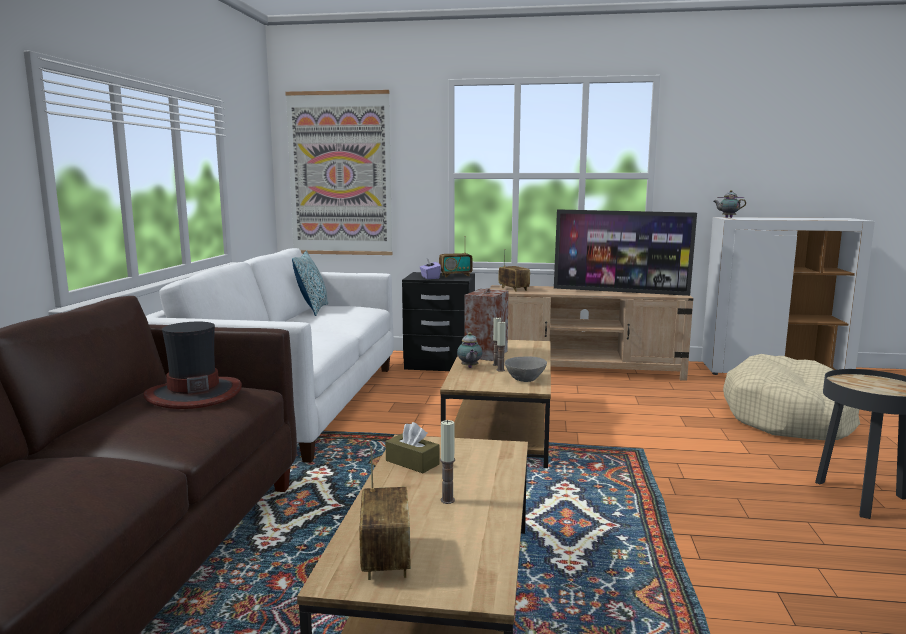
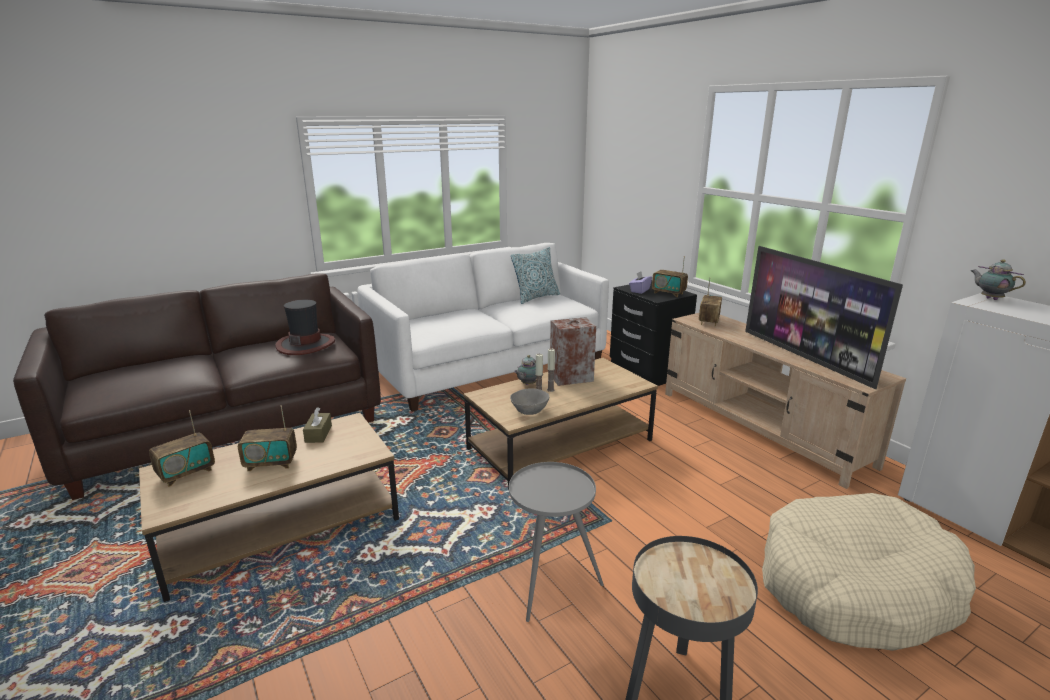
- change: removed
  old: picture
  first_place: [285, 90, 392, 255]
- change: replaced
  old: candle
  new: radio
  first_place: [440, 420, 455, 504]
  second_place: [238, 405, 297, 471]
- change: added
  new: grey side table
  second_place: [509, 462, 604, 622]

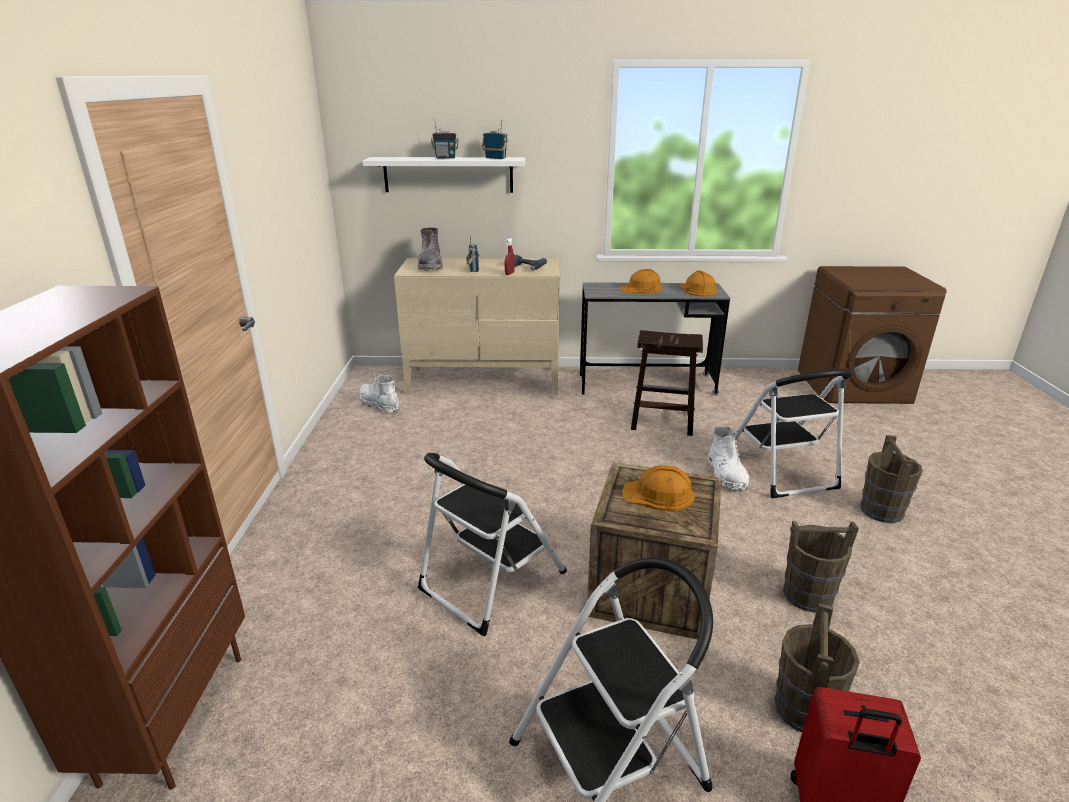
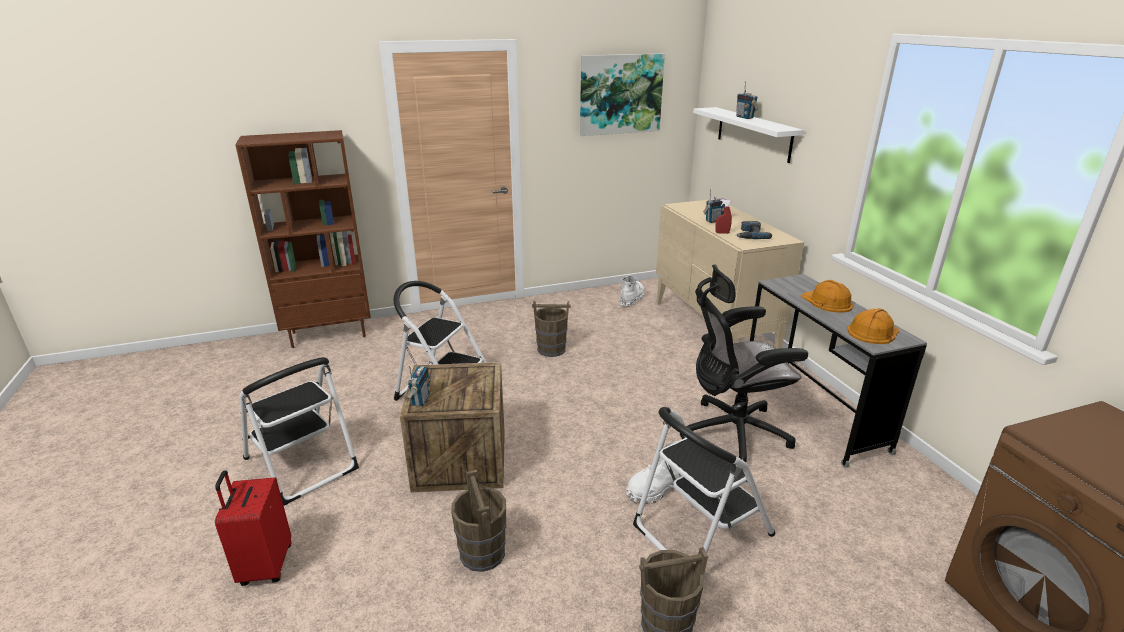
- change: moved
  old: radio
  first_place: [482, 121, 508, 159]
  second_place: [406, 365, 431, 406]
- change: removed
  old: grey boot
  first_place: [418, 228, 443, 271]
- change: replaced
  old: brown stool
  new: office chair
  first_place: [631, 330, 703, 436]
  second_place: [680, 264, 808, 463]
- change: removed
  old: orange hard hat
  first_place: [622, 465, 695, 512]
- change: moved
  old: brown bucket
  first_place: [774, 604, 860, 732]
  second_place: [532, 301, 570, 357]
- change: added
  new: picture
  second_place: [580, 53, 665, 136]

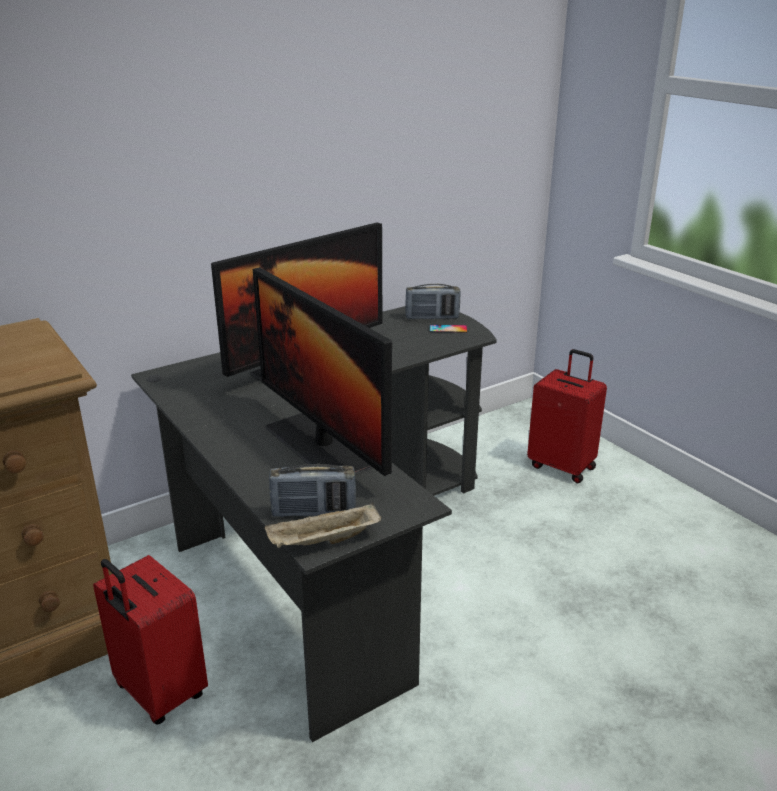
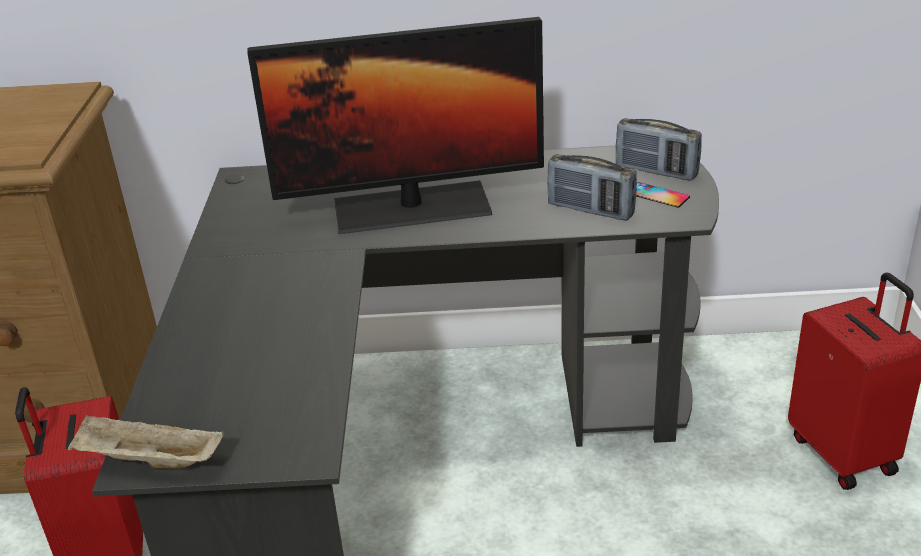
- change: removed
  old: monitor
  first_place: [253, 267, 392, 476]
- change: moved
  old: radio
  first_place: [269, 464, 356, 517]
  second_place: [547, 154, 637, 221]

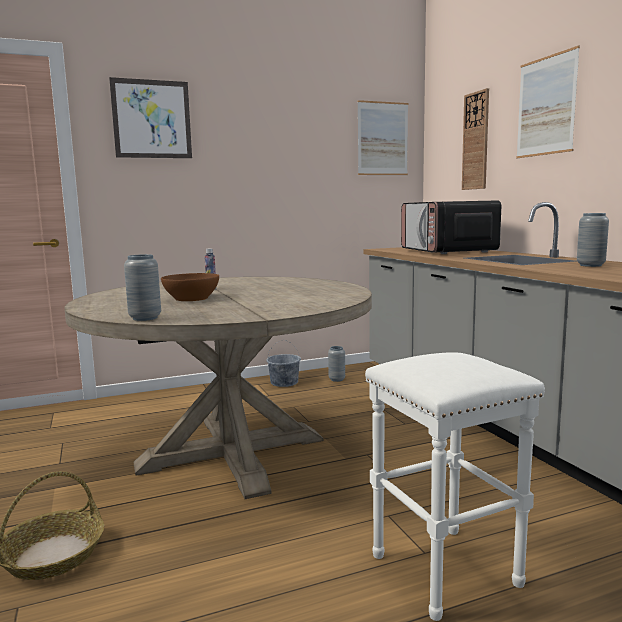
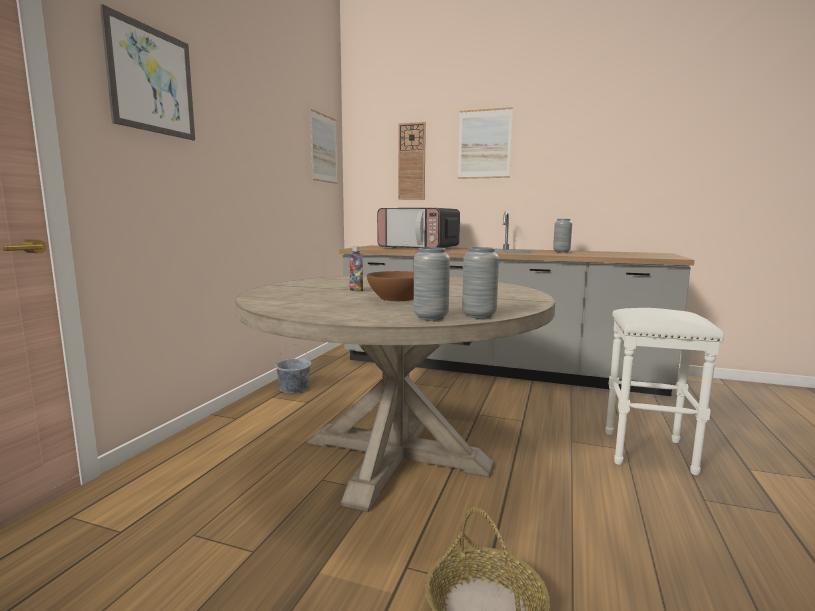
- change: moved
  old: grey vase
  first_place: [328, 346, 345, 382]
  second_place: [414, 247, 450, 320]

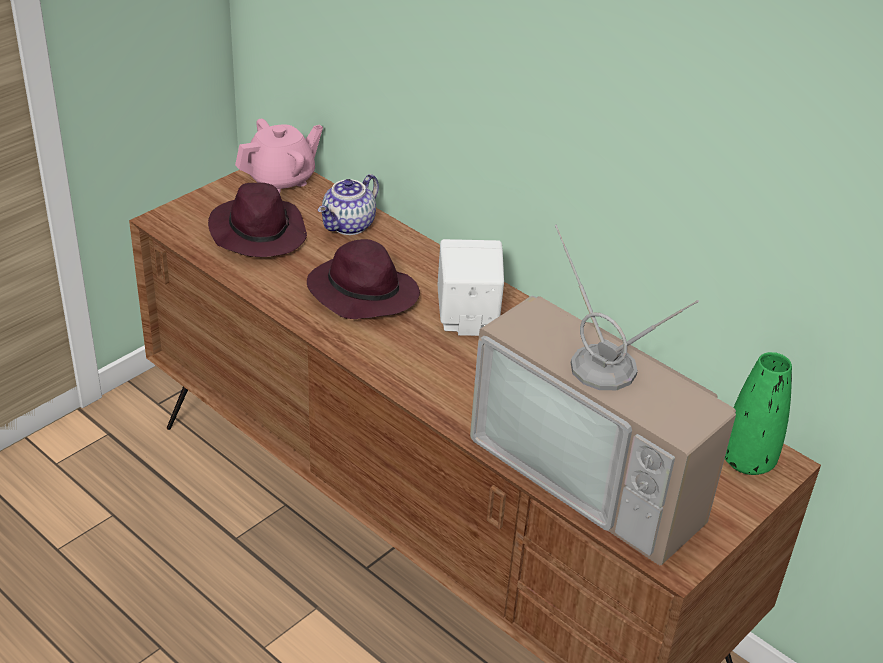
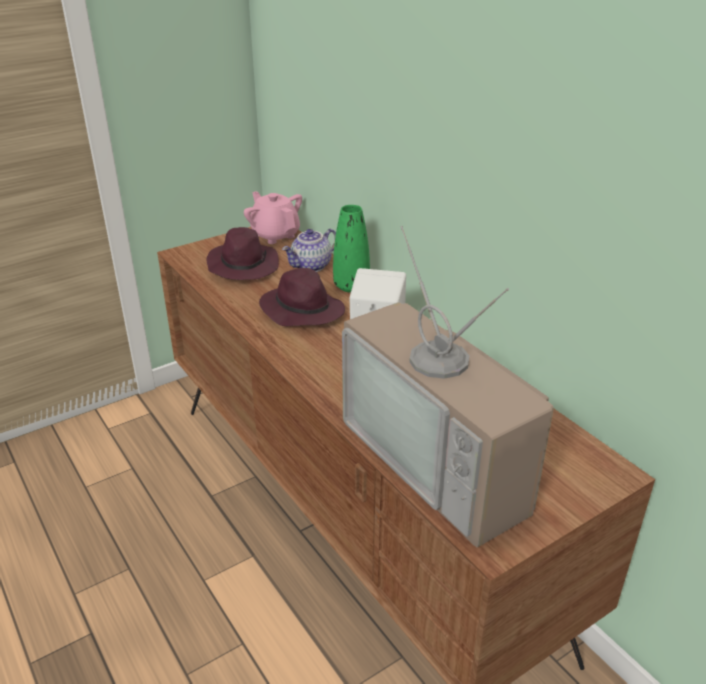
- change: turned
  old: pink teapot
  first_place: [235, 119, 323, 193]
  second_place: [244, 191, 302, 244]
  degrees: -105
- change: moved
  old: green vase
  first_place: [725, 352, 792, 475]
  second_place: [333, 205, 370, 293]

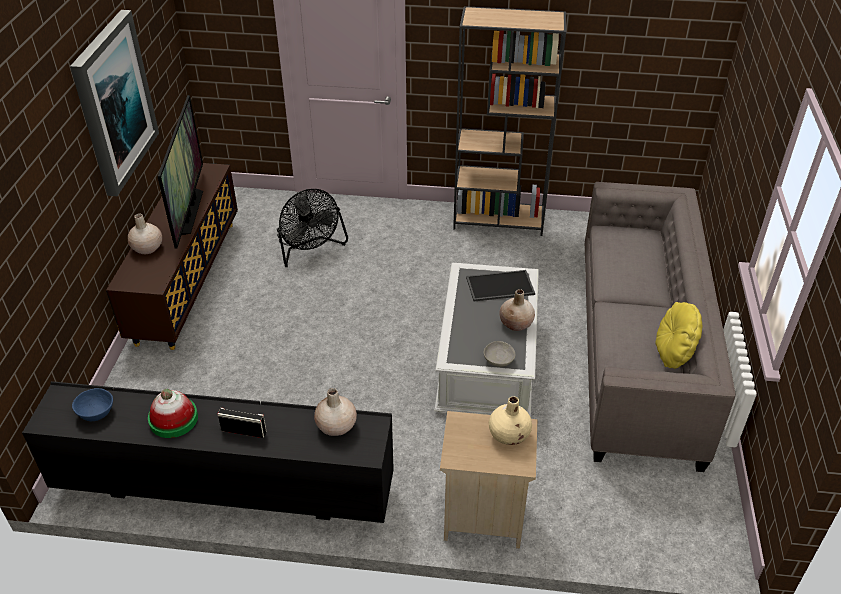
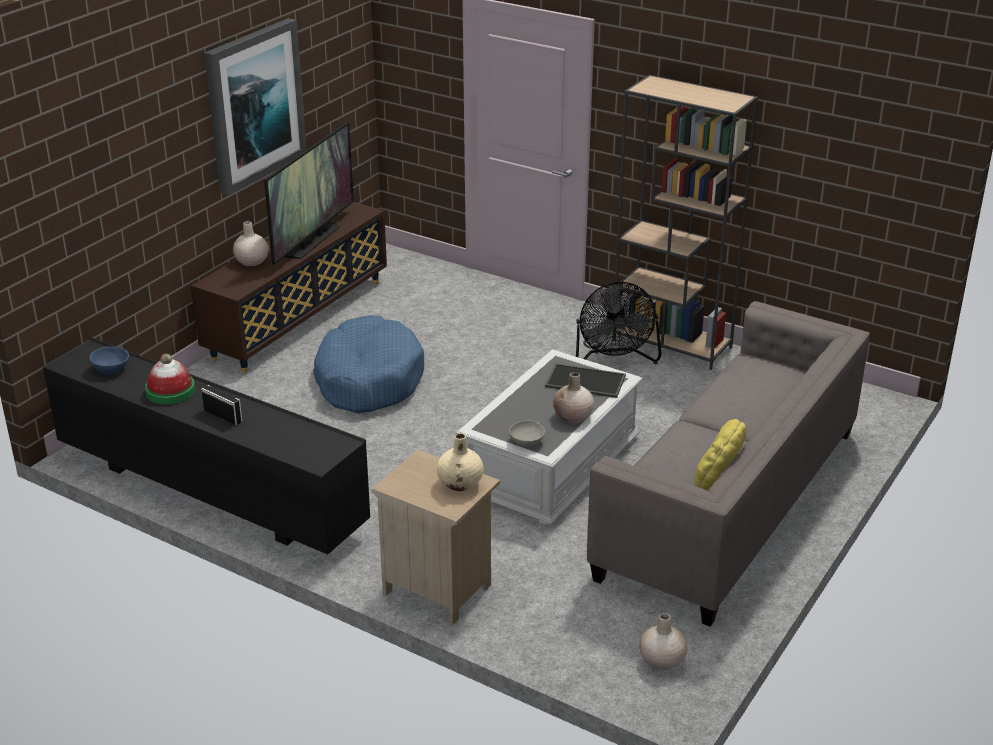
- change: moved
  old: black fan
  first_place: [277, 189, 348, 267]
  second_place: [576, 282, 661, 364]
- change: moved
  old: beige vase
  first_place: [314, 388, 357, 436]
  second_place: [639, 613, 687, 670]
- change: added
  new: blue dog bed
  second_place: [313, 315, 424, 413]

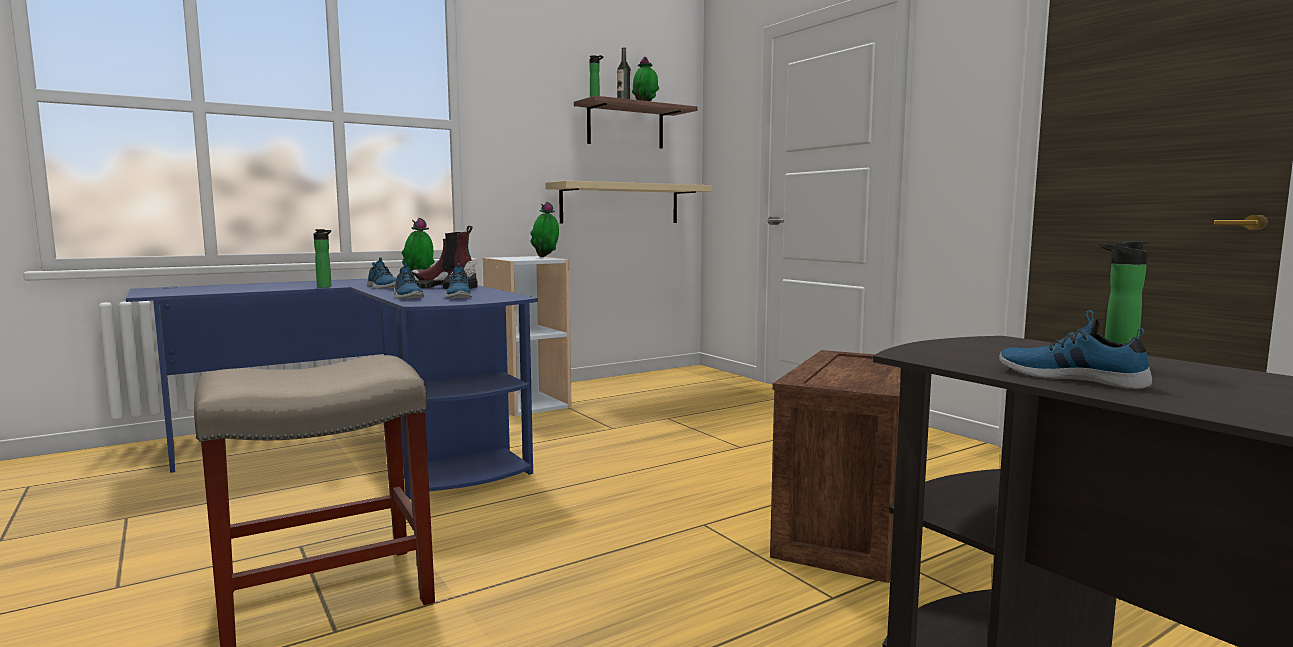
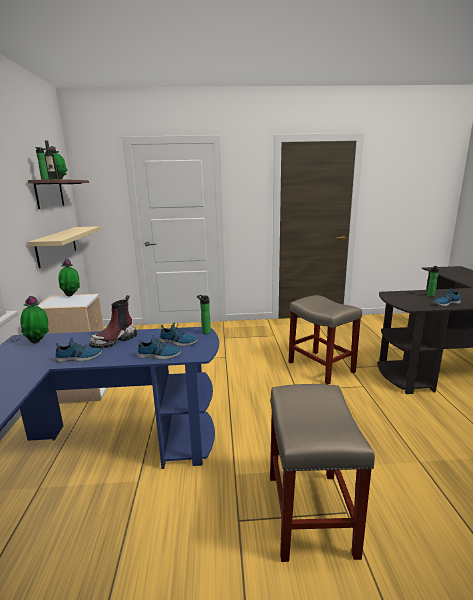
- change: moved
  old: bottle
  first_place: [313, 229, 331, 288]
  second_place: [197, 295, 211, 334]
- change: replaced
  old: crate
  new: beige stool
  first_place: [770, 350, 901, 583]
  second_place: [289, 295, 362, 384]

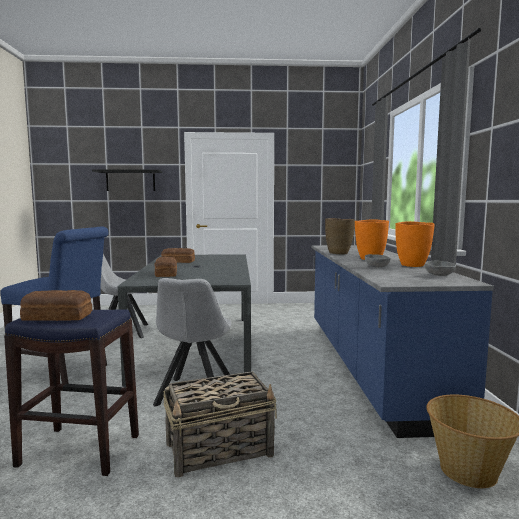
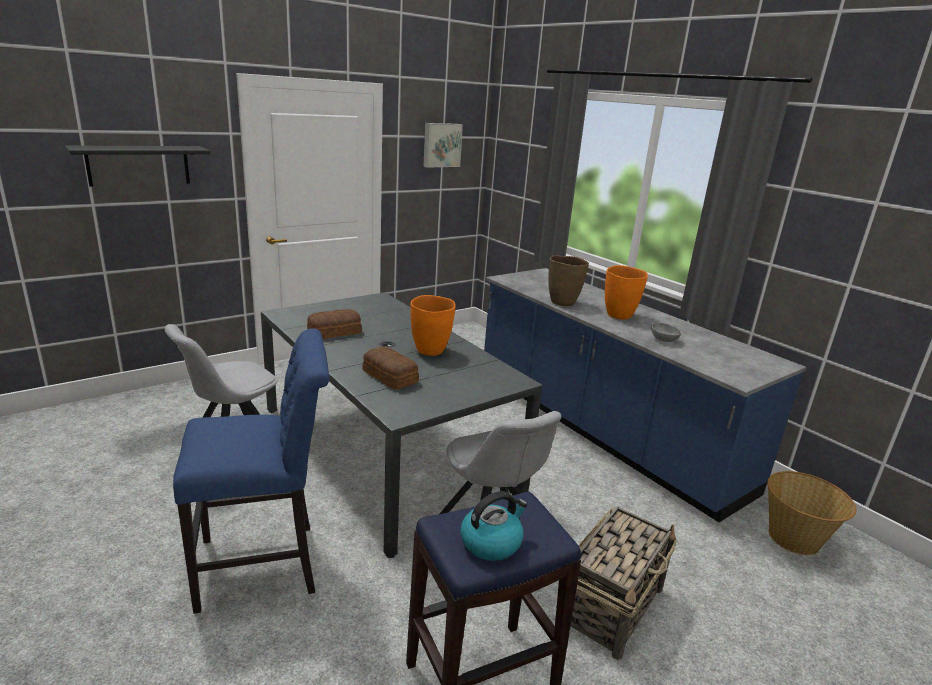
- change: moved
  old: orange vase
  first_place: [395, 221, 435, 267]
  second_place: [410, 295, 456, 356]
- change: removed
  old: grey bowl
  first_place: [425, 260, 456, 276]
- change: replaced
  old: bread
  new: kettle
  first_place: [20, 290, 92, 321]
  second_place: [461, 491, 527, 561]
- change: added
  new: picture
  second_place: [423, 123, 463, 168]

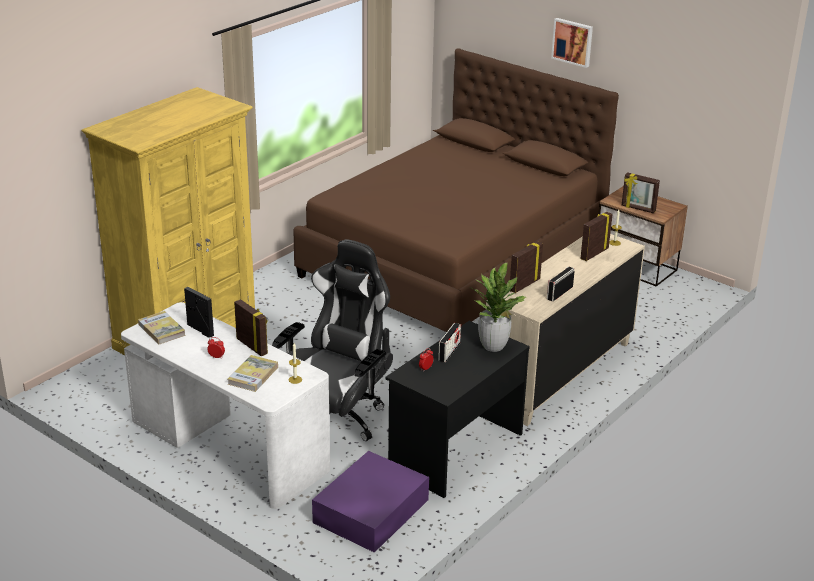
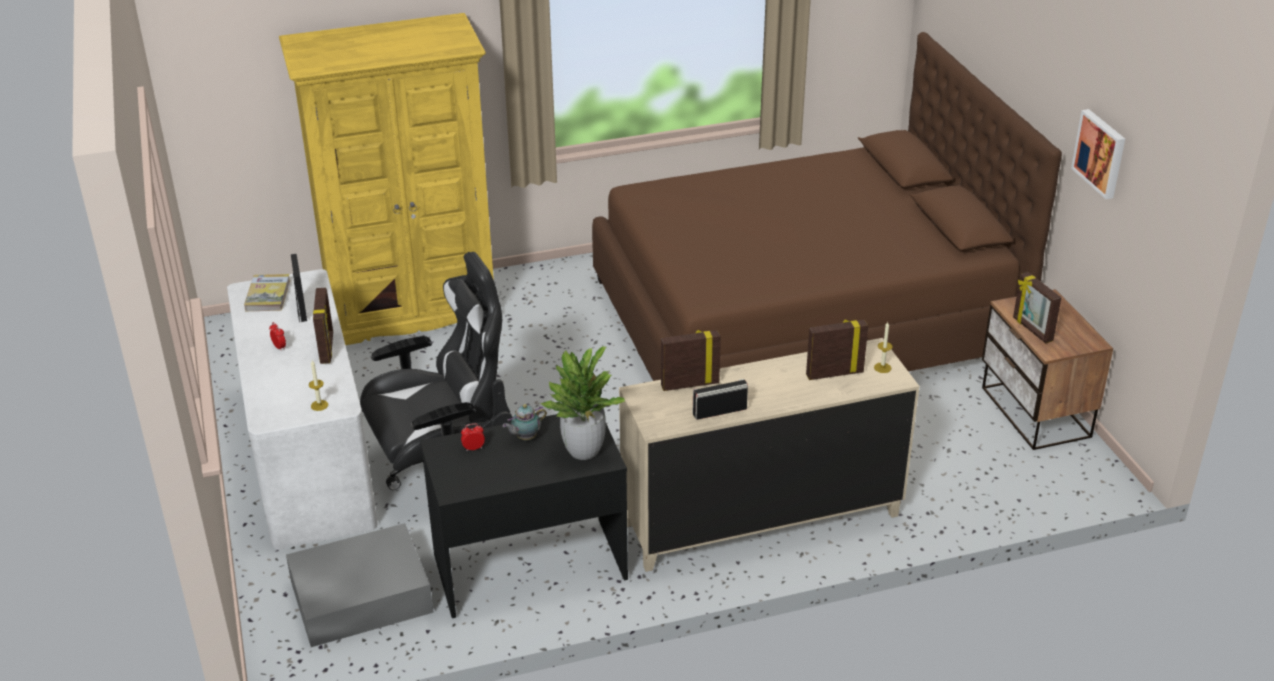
- change: moved
  old: picture
  first_place: [551, 18, 593, 68]
  second_place: [1071, 109, 1125, 199]
- change: replaced
  old: radio
  new: teapot
  first_place: [438, 323, 461, 362]
  second_place: [502, 404, 547, 440]
- change: removed
  old: book
  first_place: [228, 355, 278, 392]
- change: recoloured
  old: purple storage box
  new: grey storage box
  first_place: [312, 451, 429, 553]
  second_place: [286, 523, 434, 647]

